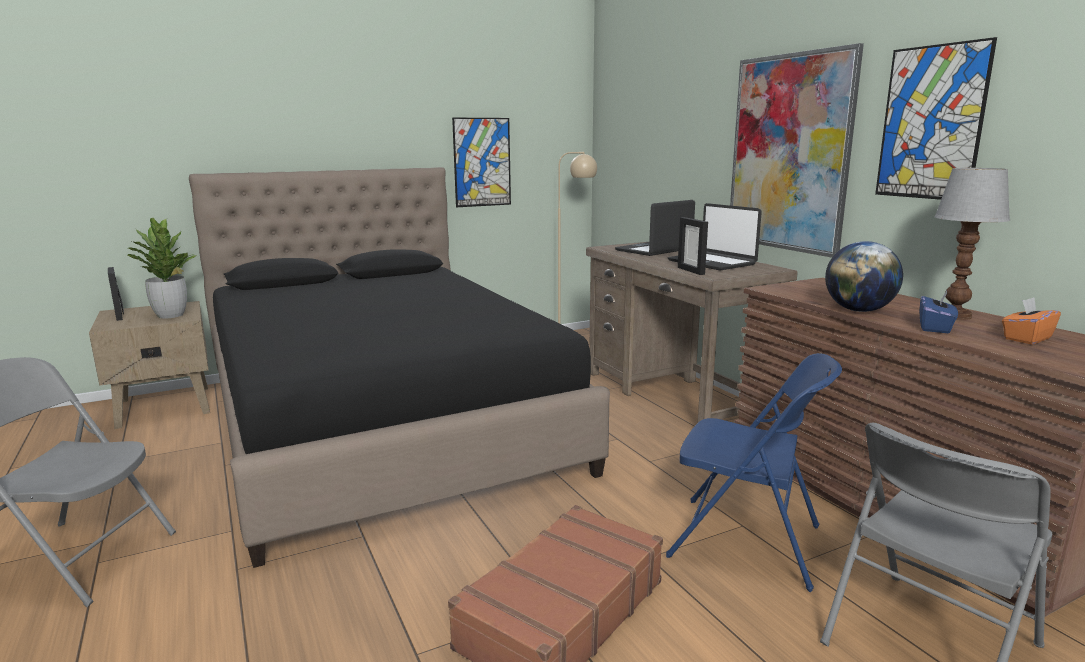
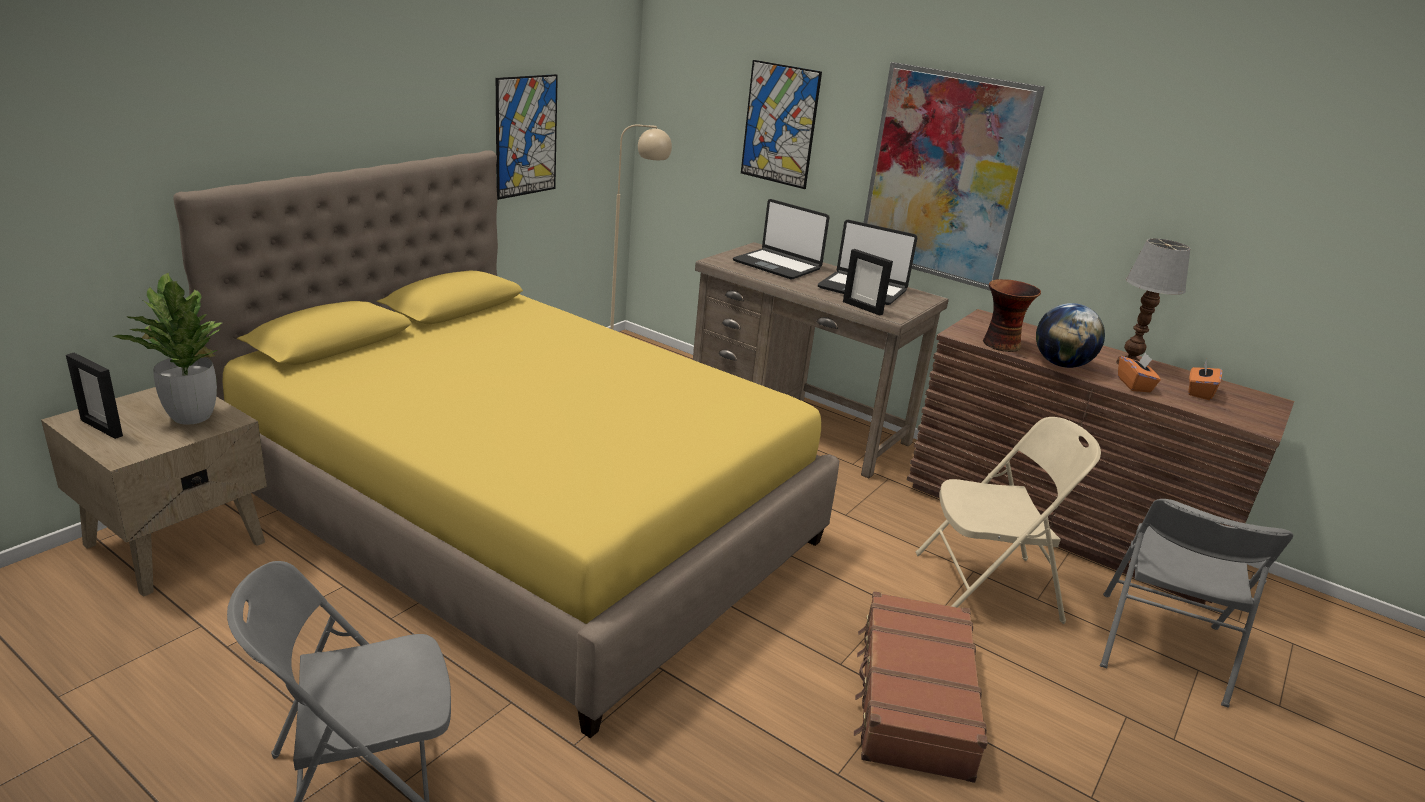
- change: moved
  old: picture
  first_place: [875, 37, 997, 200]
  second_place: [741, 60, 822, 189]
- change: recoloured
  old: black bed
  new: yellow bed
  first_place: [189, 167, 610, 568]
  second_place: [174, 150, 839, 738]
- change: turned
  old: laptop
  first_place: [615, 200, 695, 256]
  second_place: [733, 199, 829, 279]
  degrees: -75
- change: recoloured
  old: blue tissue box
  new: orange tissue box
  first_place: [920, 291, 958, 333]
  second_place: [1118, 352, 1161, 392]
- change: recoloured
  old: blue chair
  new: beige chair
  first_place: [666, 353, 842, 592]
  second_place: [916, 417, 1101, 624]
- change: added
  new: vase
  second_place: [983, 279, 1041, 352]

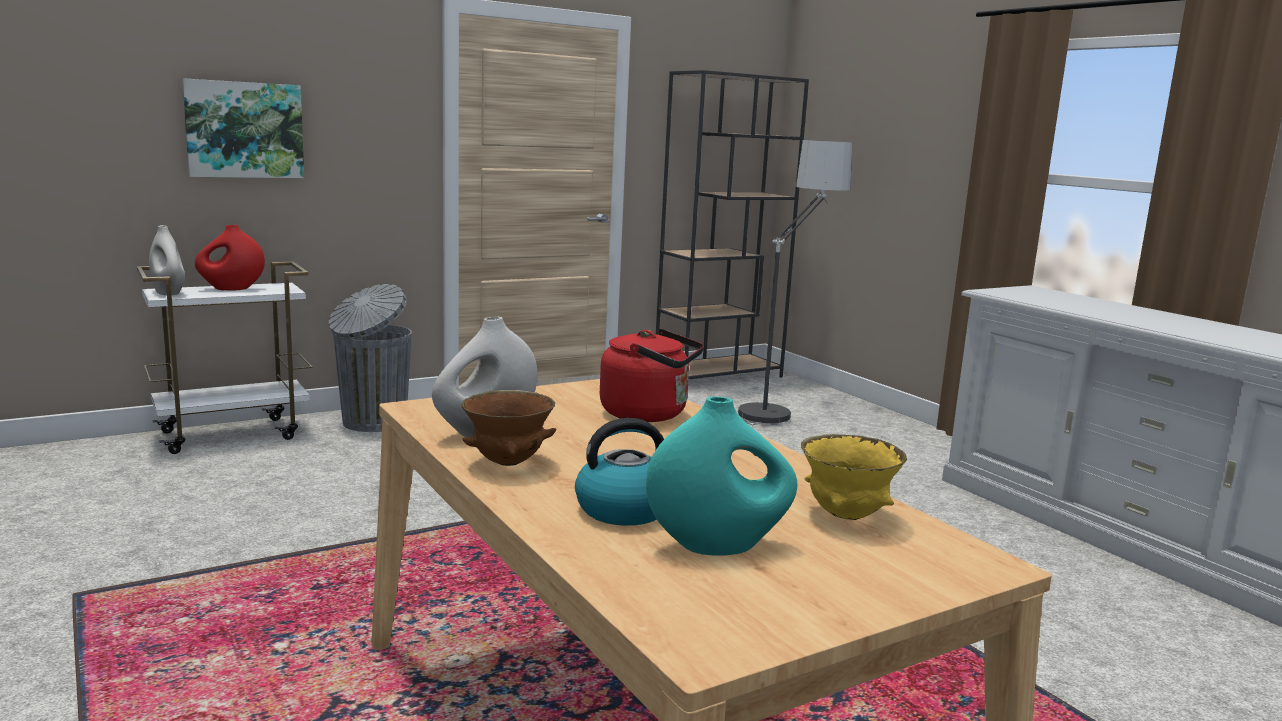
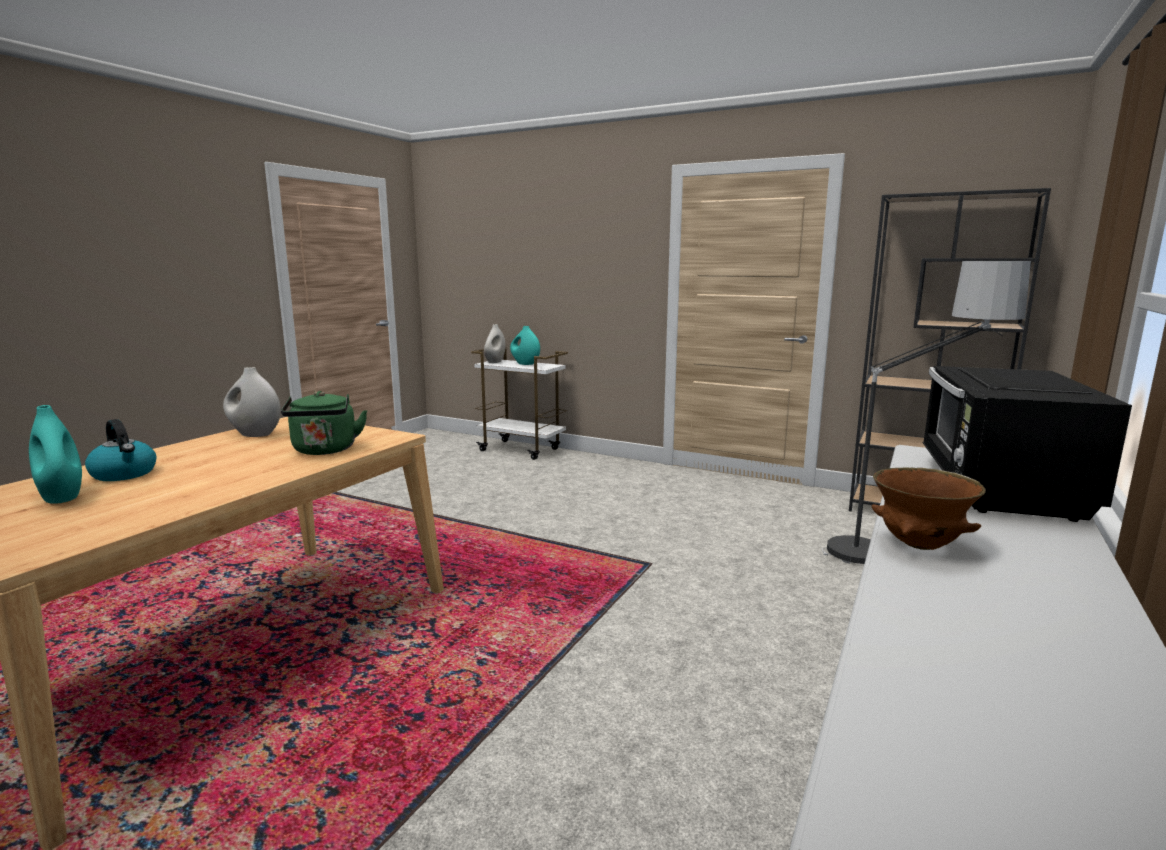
- change: removed
  old: picture
  first_place: [182, 78, 304, 178]
- change: recoloured
  old: red vase
  new: turquoise vase
  first_place: [195, 225, 265, 291]
  second_place: [510, 326, 540, 365]
- change: removed
  old: grey trash can
  first_place: [329, 284, 412, 432]
- change: recoloured
  old: red kettle
  new: green kettle
  first_place: [600, 328, 704, 422]
  second_place: [281, 391, 368, 455]
- change: moved
  old: brown bowl
  first_place: [462, 390, 557, 466]
  second_place: [872, 467, 986, 550]
- change: removed
  old: yellow bowl
  first_place: [801, 434, 907, 520]
- change: added
  new: black microwave
  second_place: [922, 366, 1132, 522]

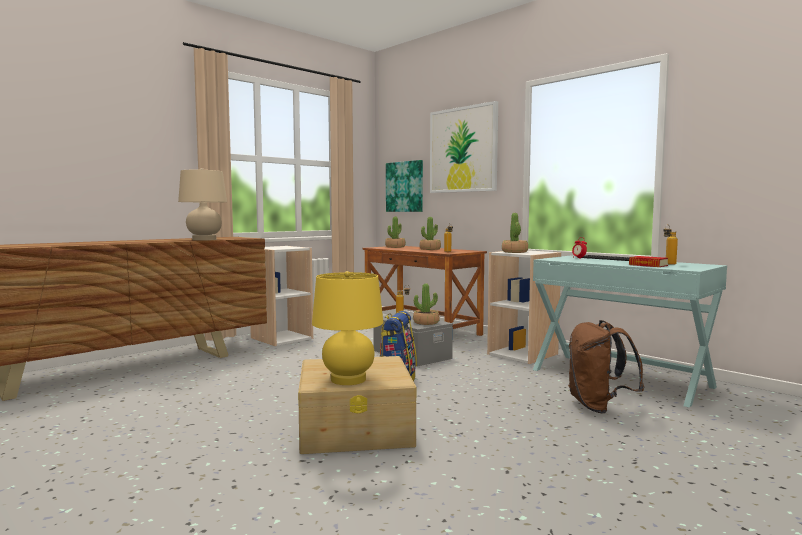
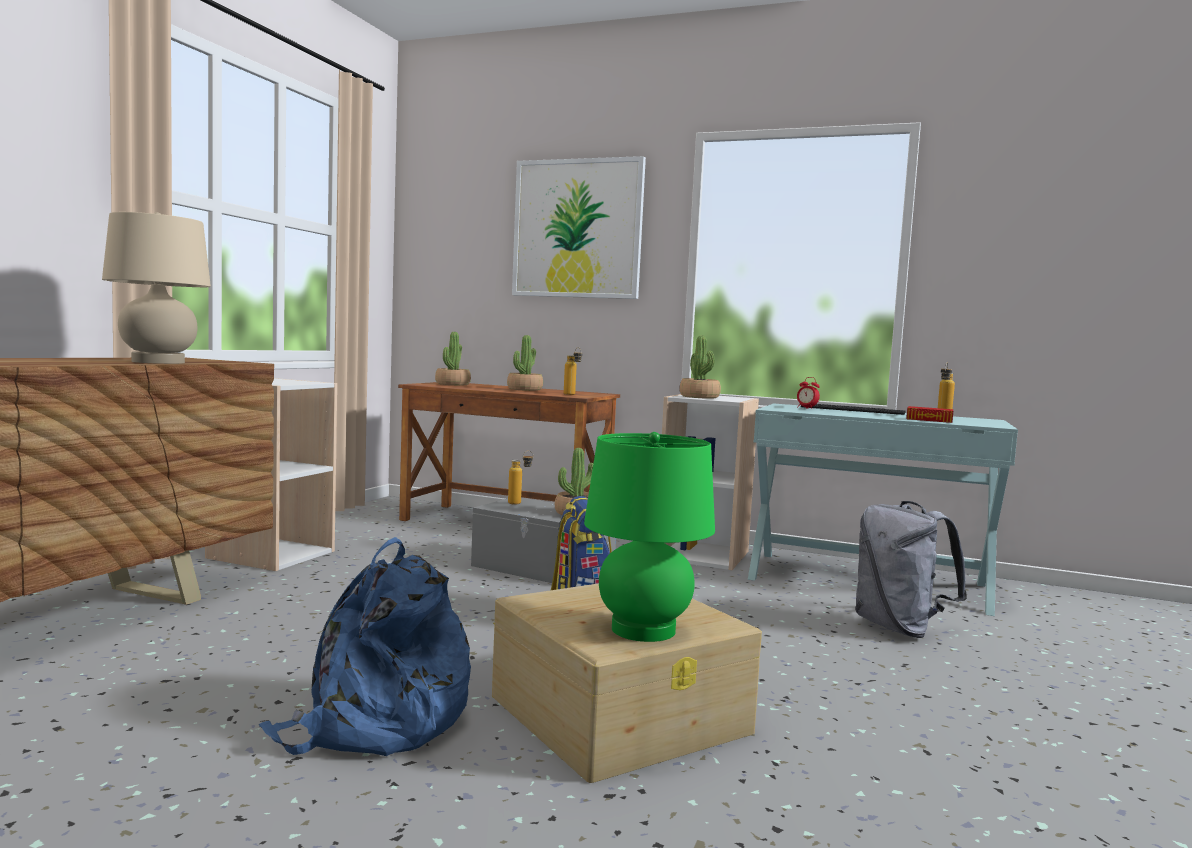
- change: removed
  old: picture
  first_place: [386, 160, 423, 212]
- change: recoloured
  old: yellow table lamp
  new: green table lamp
  first_place: [312, 271, 383, 385]
  second_place: [584, 432, 715, 642]
- change: recoloured
  old: brown backpack
  new: grey backpack
  first_place: [568, 320, 644, 413]
  second_place: [855, 501, 967, 638]
- change: added
  new: blue backpack
  second_place: [259, 537, 471, 756]

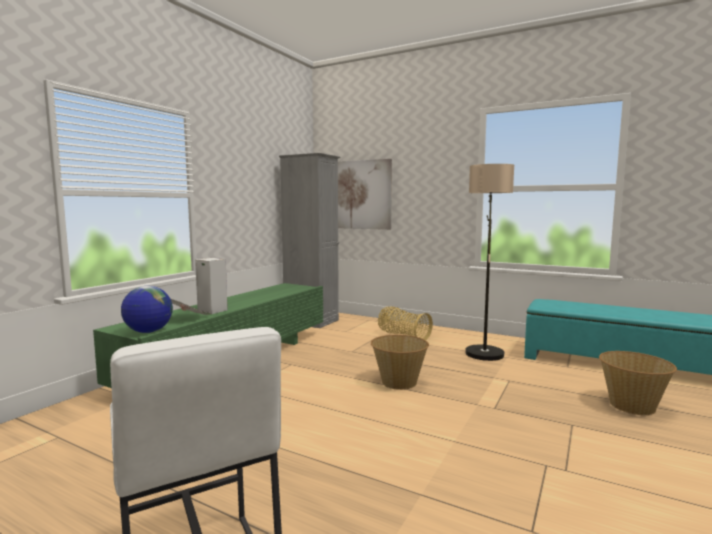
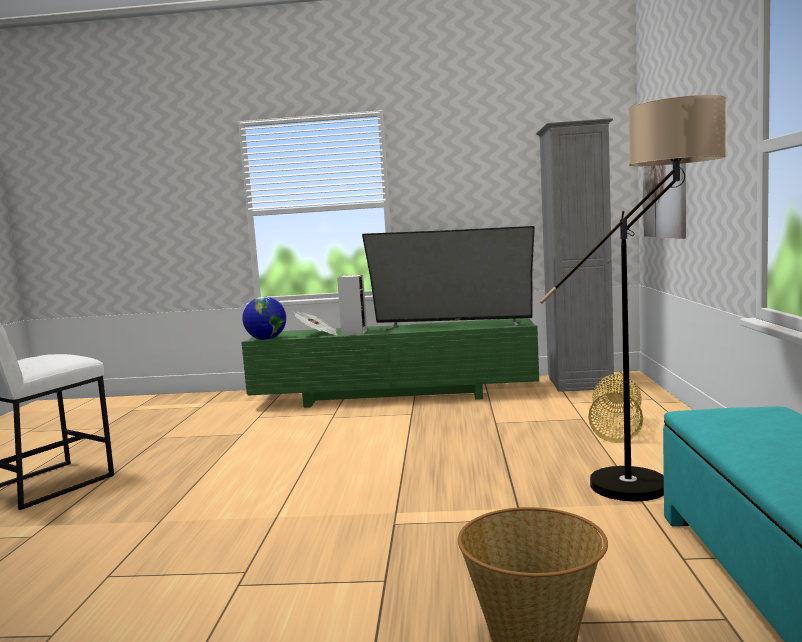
- change: removed
  old: basket
  first_place: [371, 335, 429, 390]
- change: added
  new: television
  second_place: [362, 226, 535, 331]

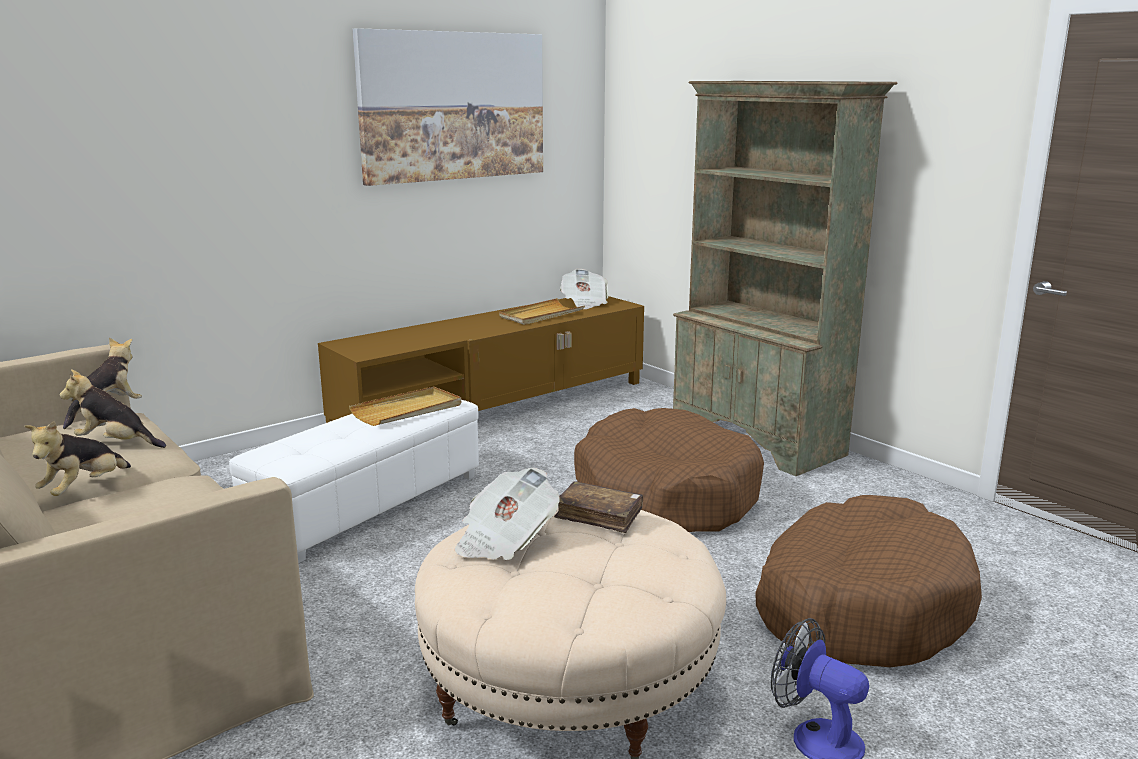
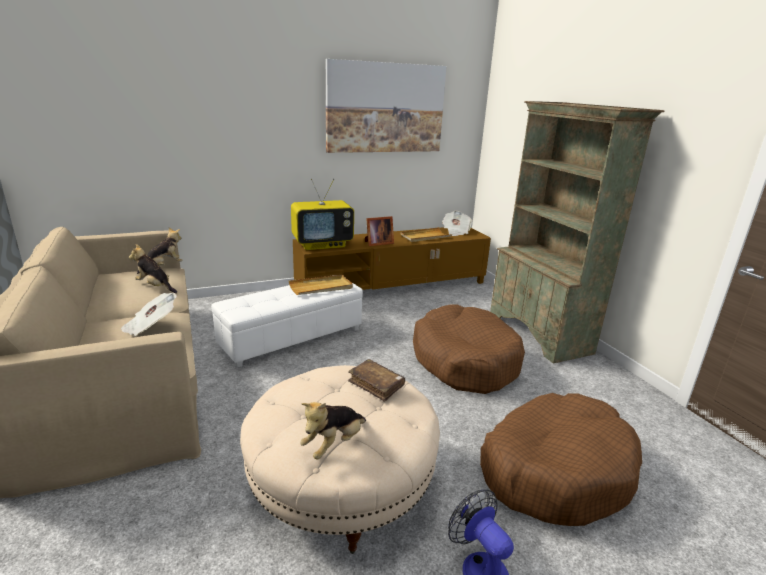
- change: moved
  old: plush toy
  first_place: [24, 420, 131, 496]
  second_place: [300, 402, 366, 460]
- change: moved
  old: newspaper
  first_place: [455, 468, 560, 560]
  second_place: [121, 293, 177, 336]
- change: added
  new: television
  second_place: [291, 179, 354, 250]
- change: added
  new: picture frame
  second_place: [365, 216, 394, 246]

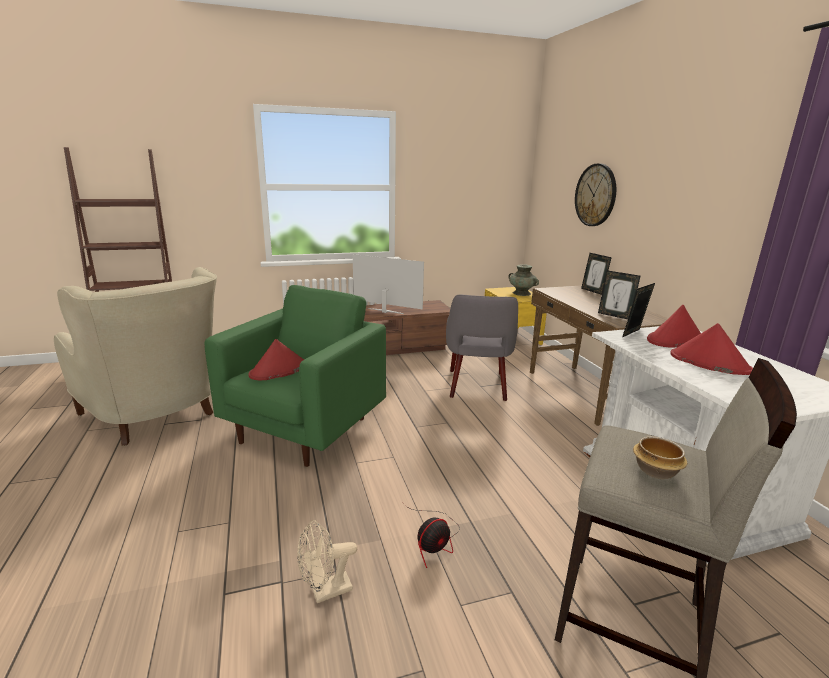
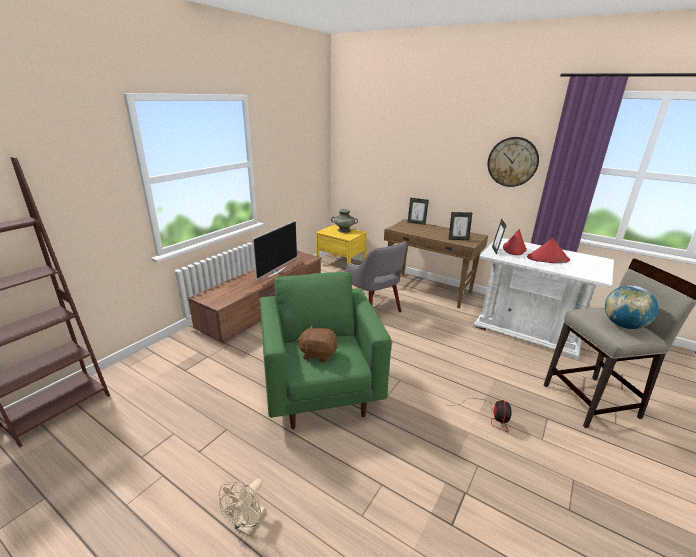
- change: moved
  old: wall clock
  first_place: [575, 163, 616, 226]
  second_place: [488, 137, 539, 187]
- change: turned
  old: television
  first_place: [353, 254, 424, 314]
  second_place: [252, 220, 297, 280]
  degrees: 135
- change: removed
  old: beige armchair
  first_place: [54, 267, 217, 445]
- change: replaced
  old: red hat
  new: brown plush toy
  first_place: [249, 339, 304, 380]
  second_place: [297, 325, 337, 362]
- change: replaced
  old: bowl
  new: globe
  first_place: [633, 436, 687, 479]
  second_place: [605, 285, 658, 329]
- change: moved
  old: beige fan
  first_place: [297, 520, 357, 603]
  second_place: [219, 479, 265, 536]

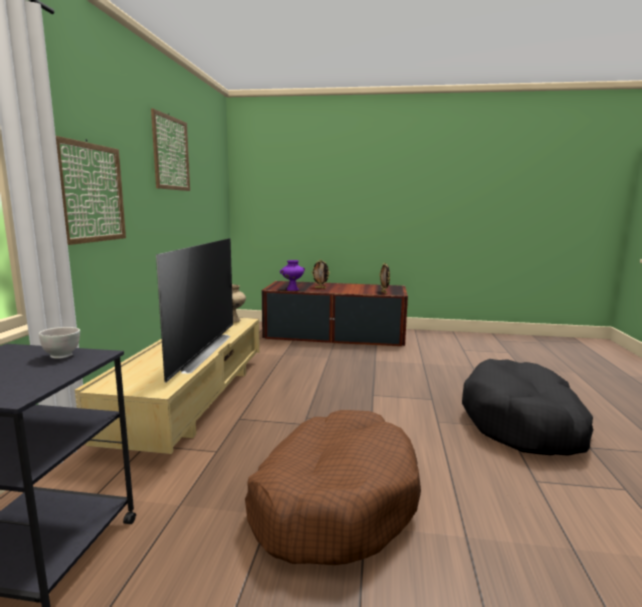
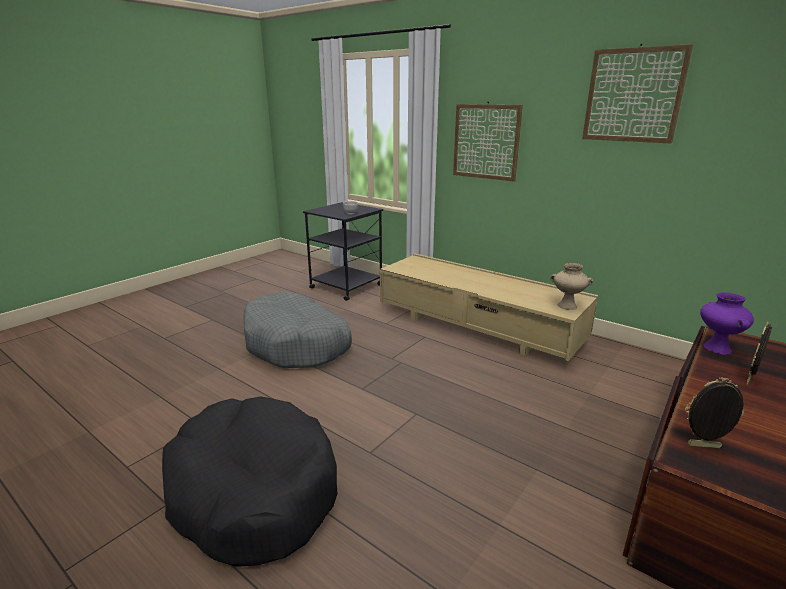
- change: removed
  old: television
  first_place: [156, 238, 233, 383]
- change: recoloured
  old: brown dog bed
  new: grey dog bed
  first_place: [245, 410, 421, 565]
  second_place: [244, 292, 352, 368]

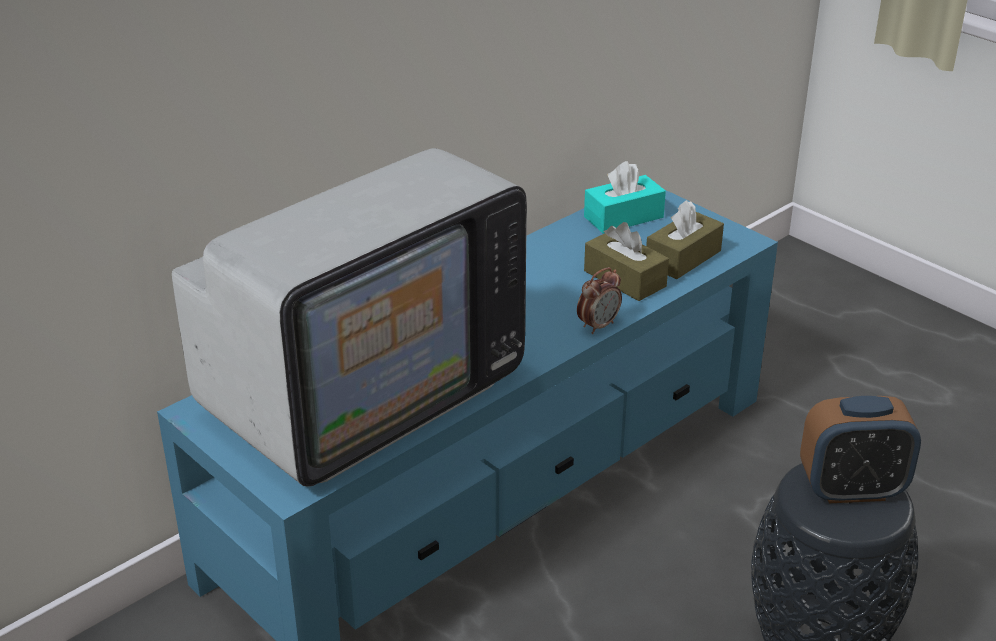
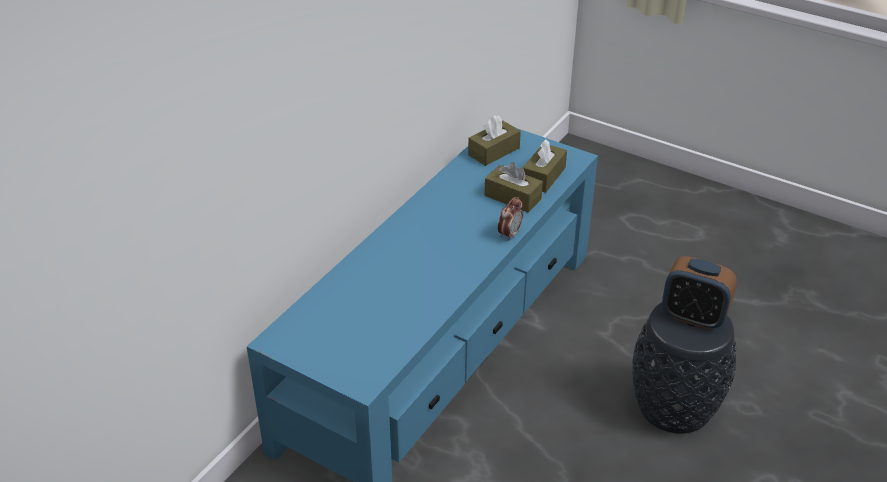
- change: removed
  old: television
  first_place: [172, 148, 527, 487]
- change: recoloured
  old: turquoise tissue box
  new: brown tissue box
  first_place: [584, 161, 666, 234]
  second_place: [468, 115, 521, 166]
- change: turned
  old: alarm clock
  first_place: [800, 396, 921, 503]
  second_place: [662, 256, 737, 330]
  degrees: 45

